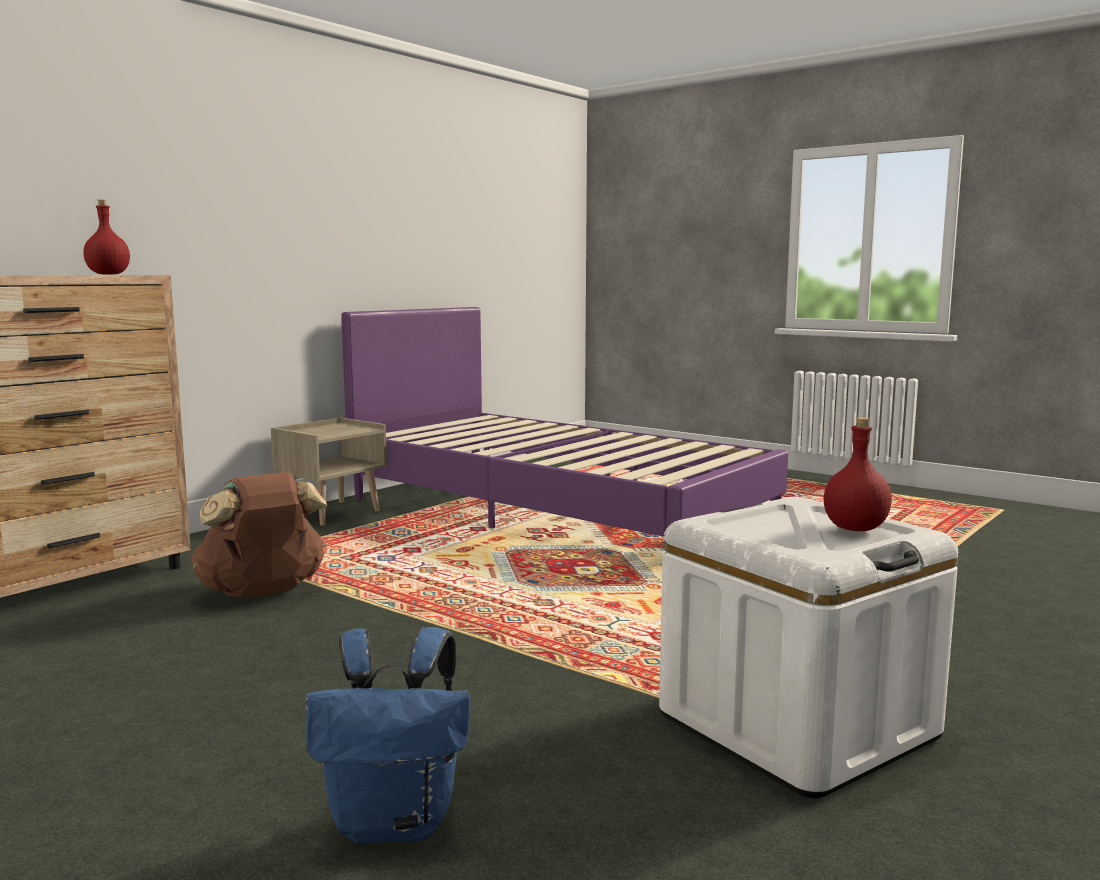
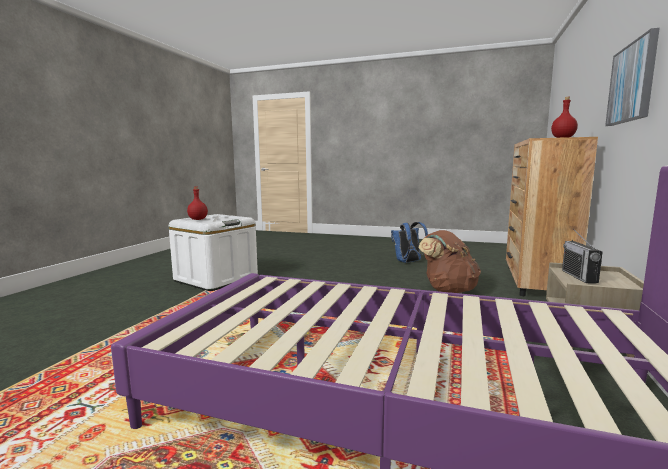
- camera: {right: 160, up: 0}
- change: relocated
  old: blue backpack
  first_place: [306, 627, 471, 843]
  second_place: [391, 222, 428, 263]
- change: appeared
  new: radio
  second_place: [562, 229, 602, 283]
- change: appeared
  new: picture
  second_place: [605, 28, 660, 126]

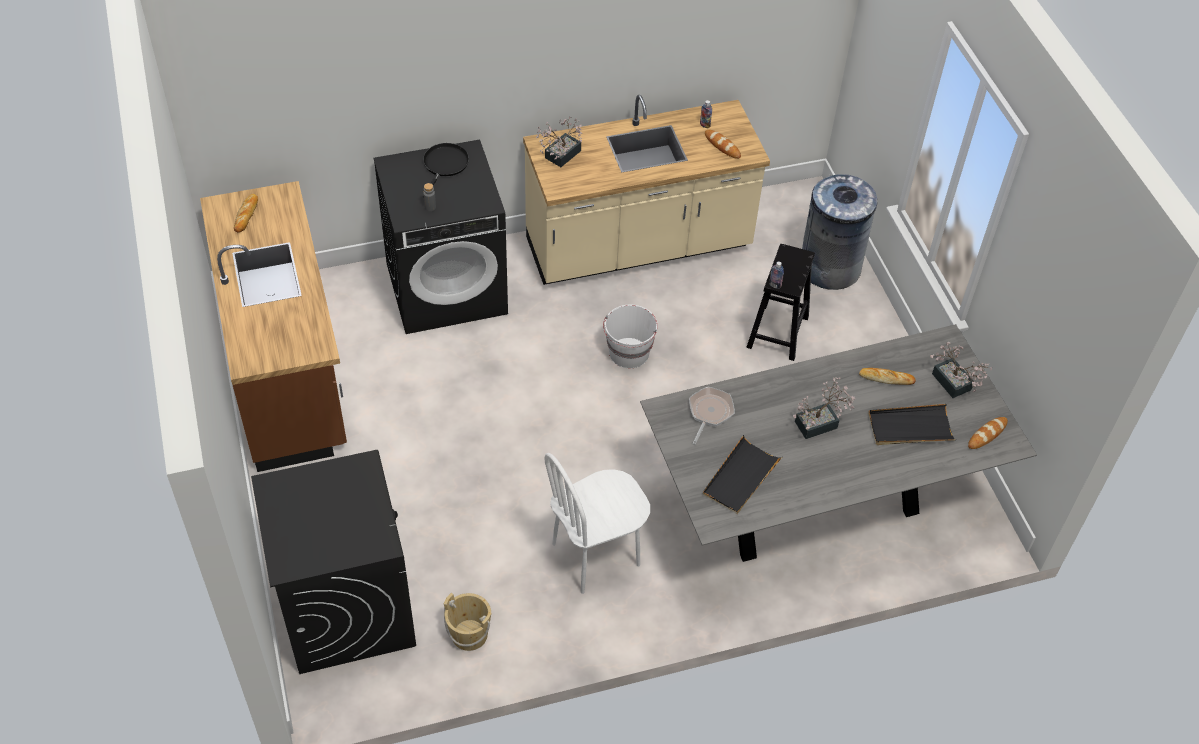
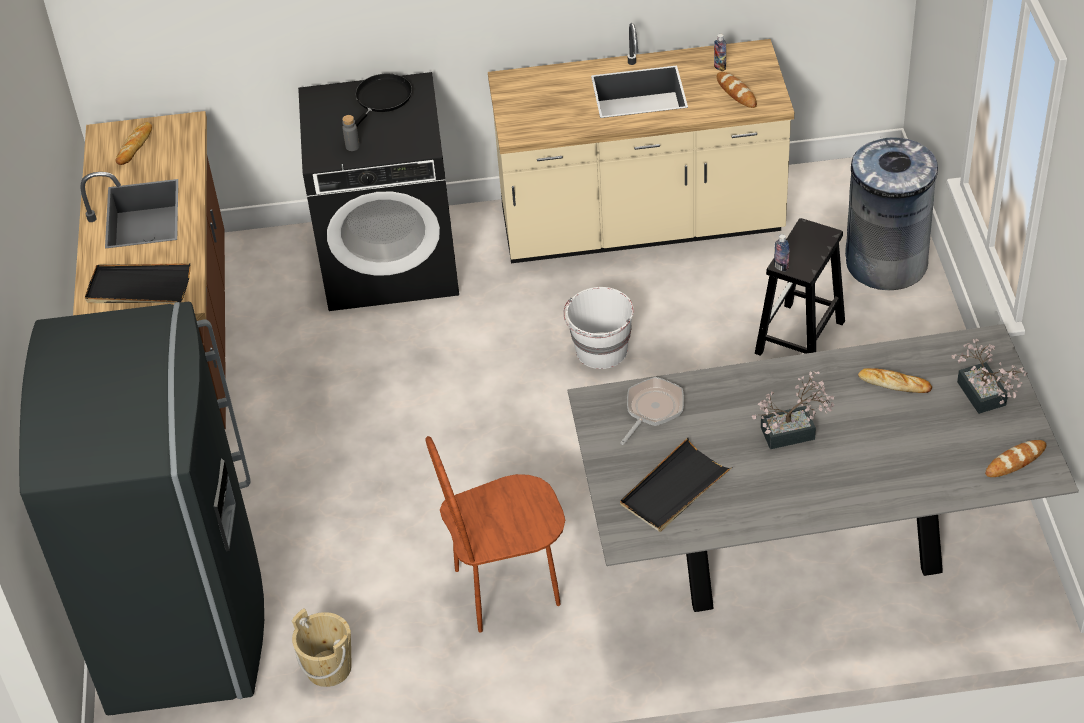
- camera: {right: 15, up: -5}
- change: exchanged
  old: black washing machine
  new: grey fridge
  first_place: [251, 450, 416, 674]
  second_place: [19, 302, 264, 715]
- change: relocated
  old: black tray
  first_place: [868, 404, 956, 445]
  second_place: [85, 263, 191, 303]
- change: colour
  old: white chair
  new: brown chair
  first_place: [544, 453, 650, 594]
  second_place: [425, 436, 565, 633]
- change: missing
  old: potted plant
  first_place: [536, 117, 582, 167]

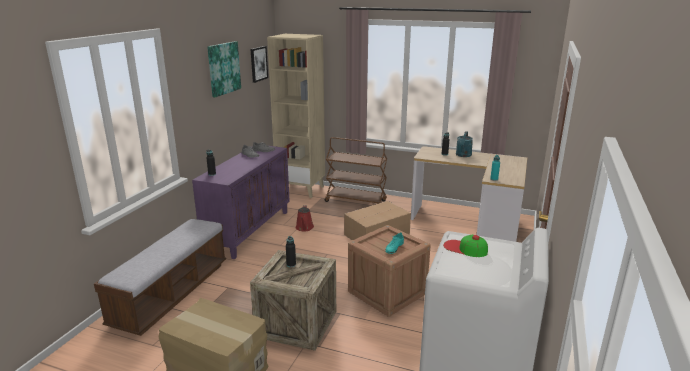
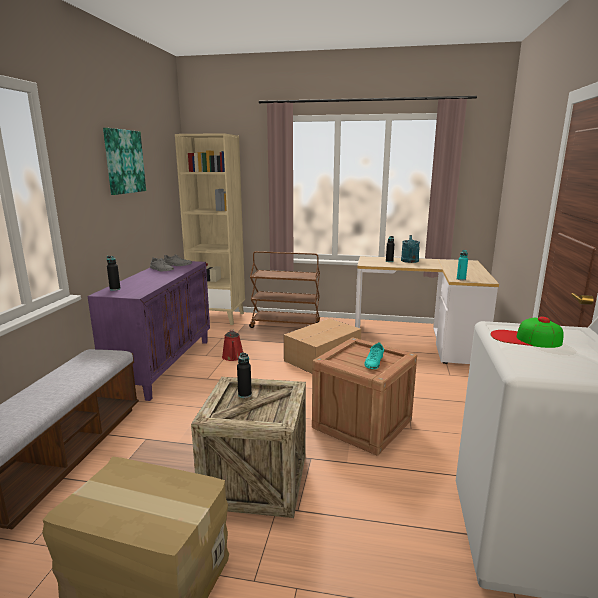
- camera: {right: -10, up: -5}
- change: missing
  old: picture
  first_place: [251, 46, 268, 83]

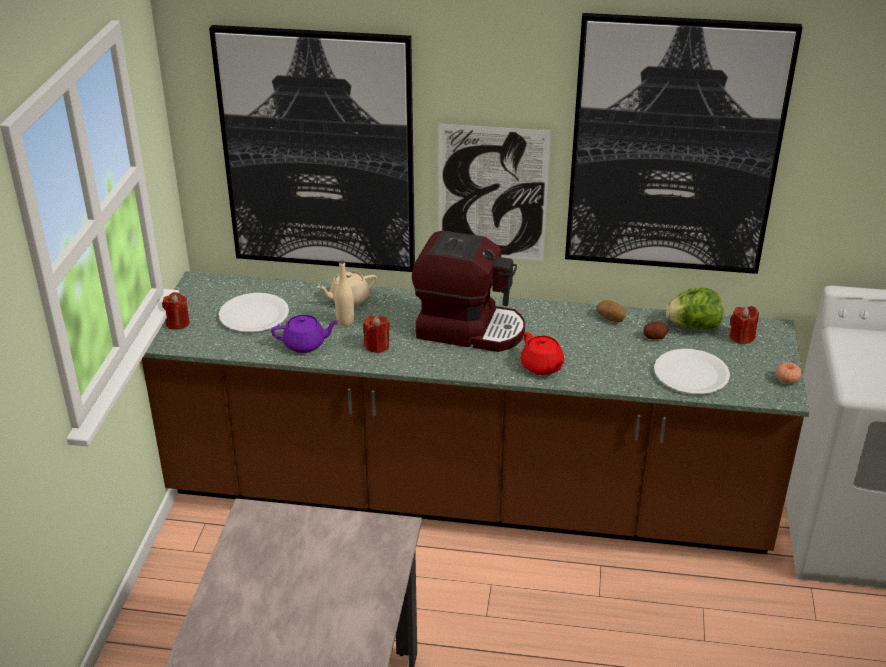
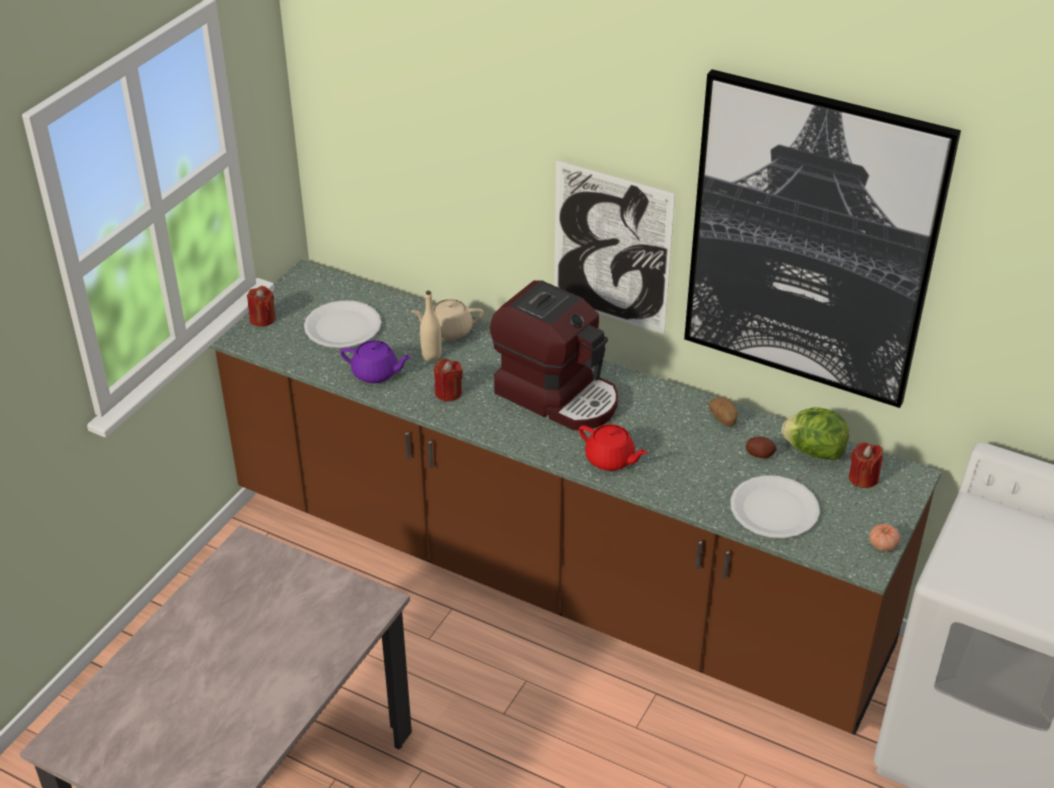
- camera: {right: 20, up: 5}
- change: spun
  old: red teapot
  first_place: [521, 332, 565, 375]
  second_place: [579, 424, 648, 471]
  degrees: -45
- change: missing
  old: picture
  first_place: [209, 25, 415, 272]

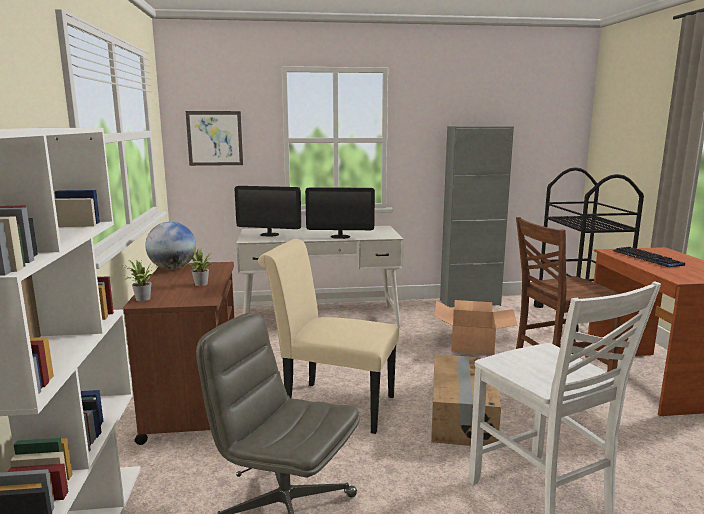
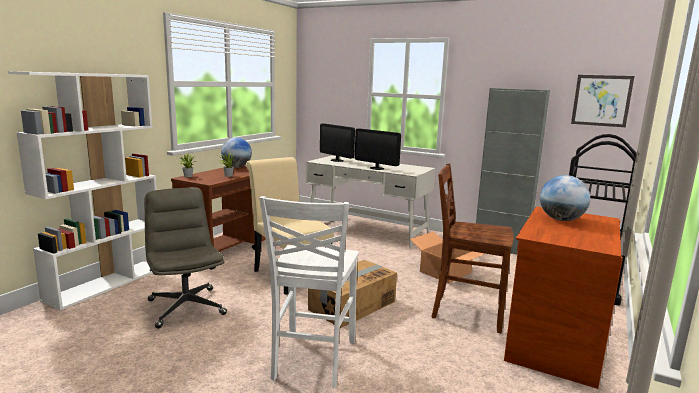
- camera: {right: 35, up: 0}
- change: exchanged
  old: keyboard
  new: globe
  first_place: [613, 247, 685, 267]
  second_place: [540, 175, 590, 221]
- change: relocated
  old: picture
  first_place: [186, 111, 243, 166]
  second_place: [571, 75, 634, 127]

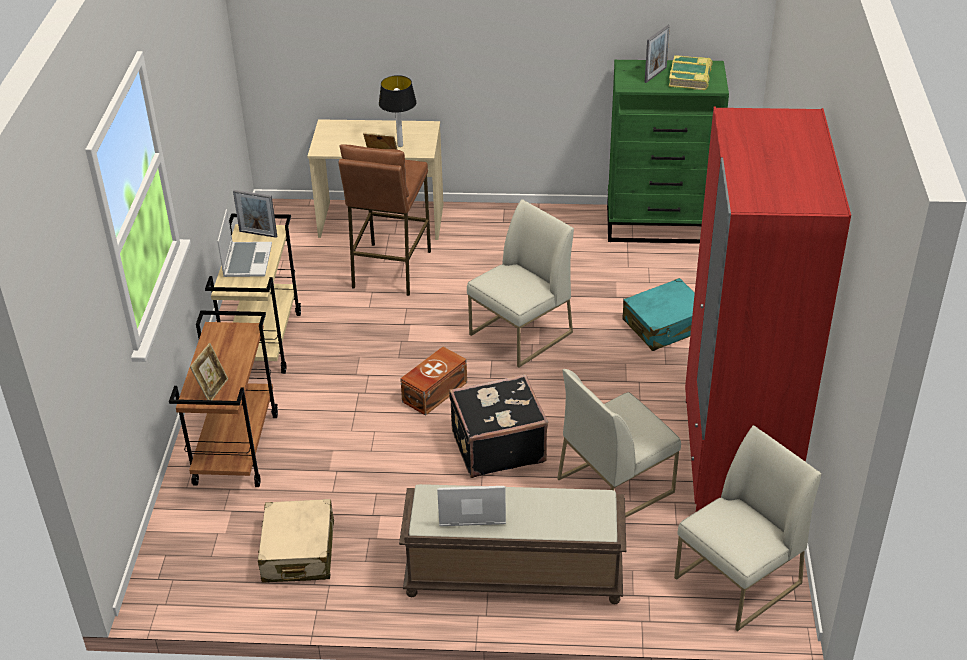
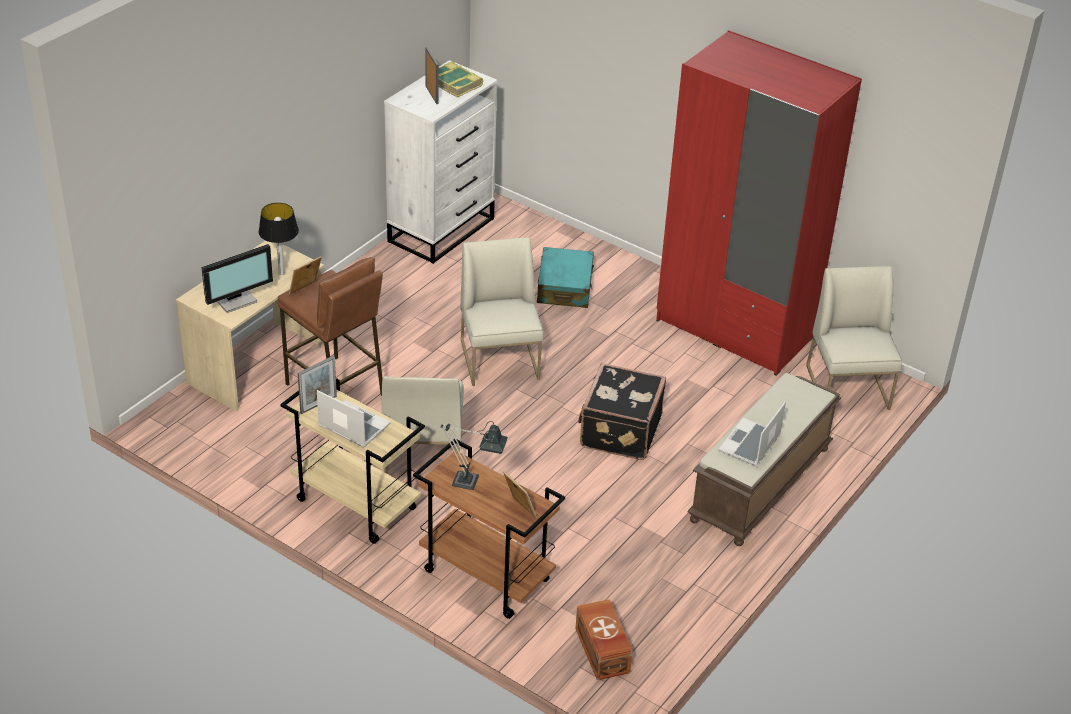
- camera: {right: -60, up: 0}
- change: appeared
  new: monitor
  second_place: [202, 244, 273, 313]
- change: relocated
  old: white chair
  first_place: [557, 369, 681, 518]
  second_place: [382, 376, 464, 474]
- change: colour
  old: green dresser
  new: white dresser
  first_place: [607, 60, 729, 244]
  second_place: [384, 60, 497, 264]
- change: appeared
  new: table lamp
  second_place: [441, 421, 508, 490]
- change: relocated
  old: brown storage box
  first_place: [400, 347, 467, 416]
  second_place: [575, 599, 633, 680]
- change: missing
  old: beige suitcase
  first_place: [258, 499, 334, 582]

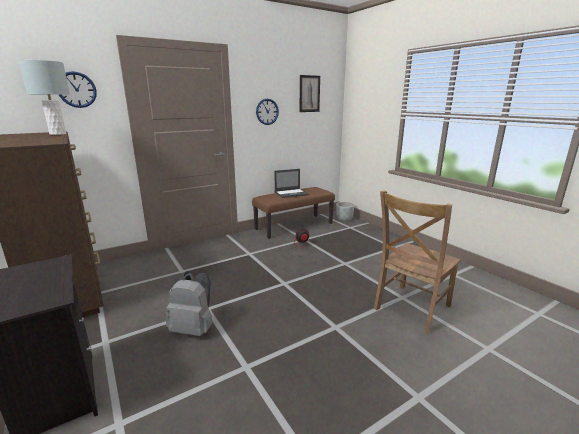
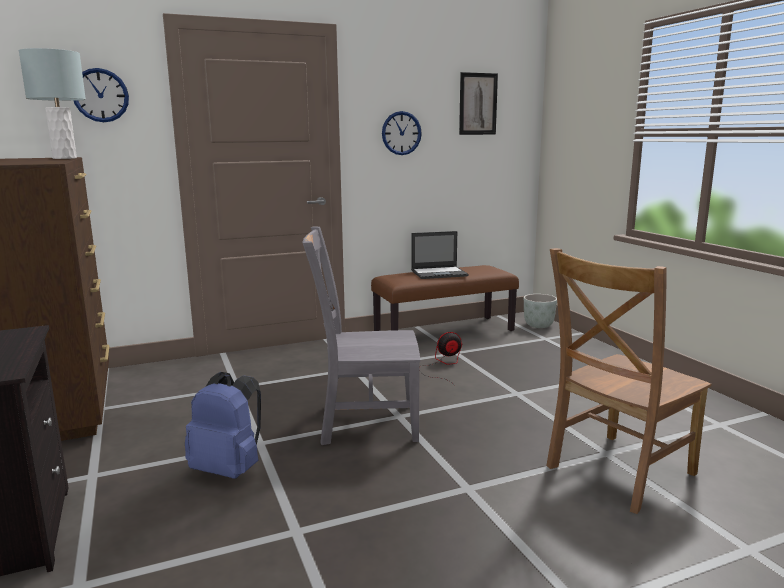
- camera: {right: 10, up: -5}
- change: colour
  old: grey backpack
  new: blue backpack
  first_place: [165, 272, 213, 336]
  second_place: [185, 372, 261, 479]
- change: appeared
  new: grey chair
  second_place: [302, 226, 420, 445]

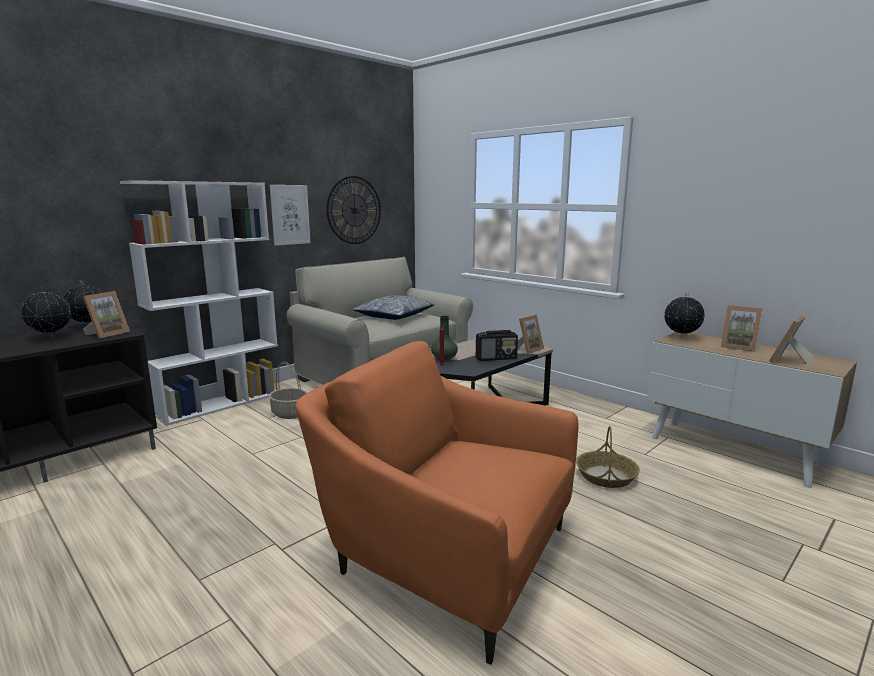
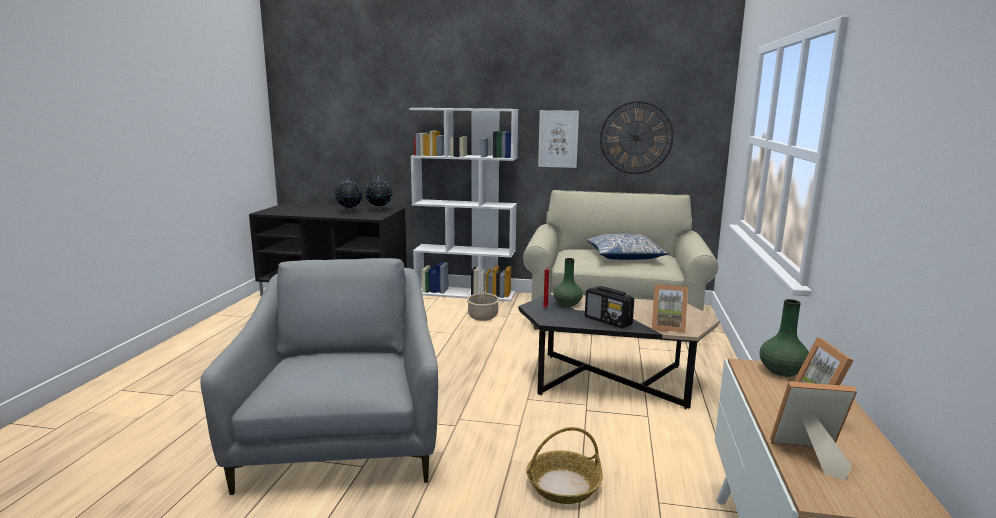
- camera: {right: 55, up: 0}
- change: colour
  old: orange armchair
  new: grey armchair
  first_place: [296, 341, 578, 665]
  second_place: [200, 258, 438, 495]
- change: exchanged
  old: globe
  new: green vase
  first_place: [664, 293, 705, 337]
  second_place: [760, 299, 809, 377]
- change: missing
  old: picture frame
  first_place: [83, 291, 130, 339]

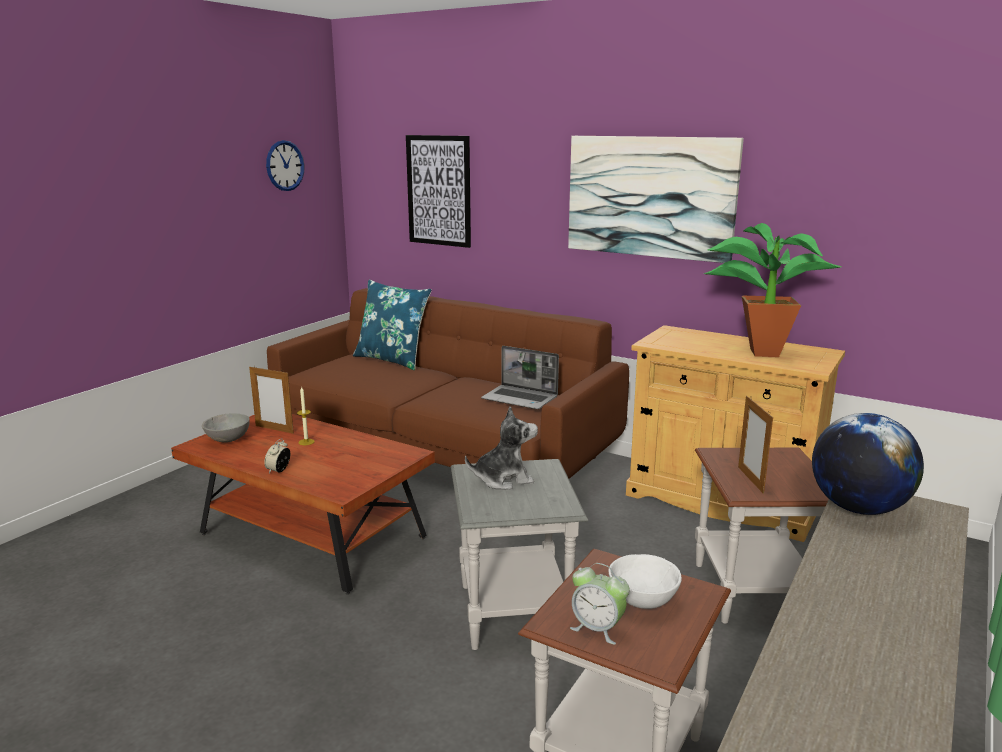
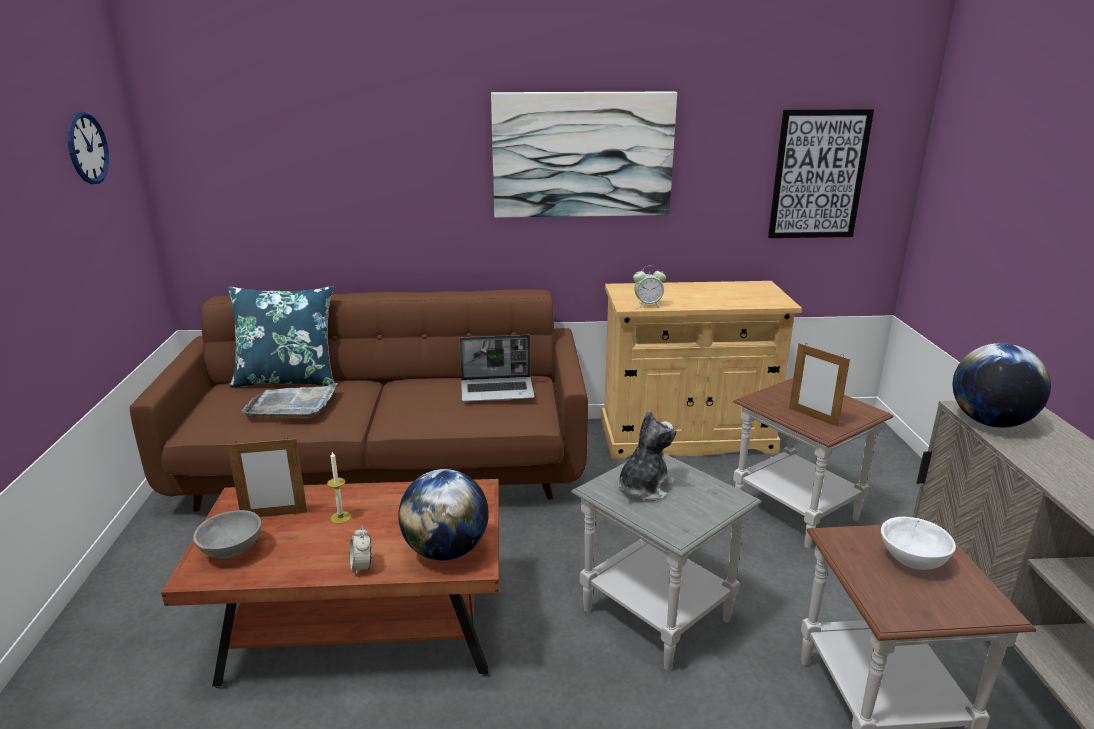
- camera: {right: -35, up: 5}
- change: appeared
  new: grey tray
  second_place: [242, 383, 338, 418]
- change: appeared
  new: globe
  second_place: [398, 469, 489, 560]
- change: relocated
  old: alarm clock
  first_place: [570, 563, 629, 645]
  second_place: [633, 266, 666, 308]
- change: relocated
  old: picture
  first_place: [406, 135, 471, 248]
  second_place: [768, 109, 874, 238]
- change: missing
  old: potted plant
  first_place: [703, 223, 842, 357]

